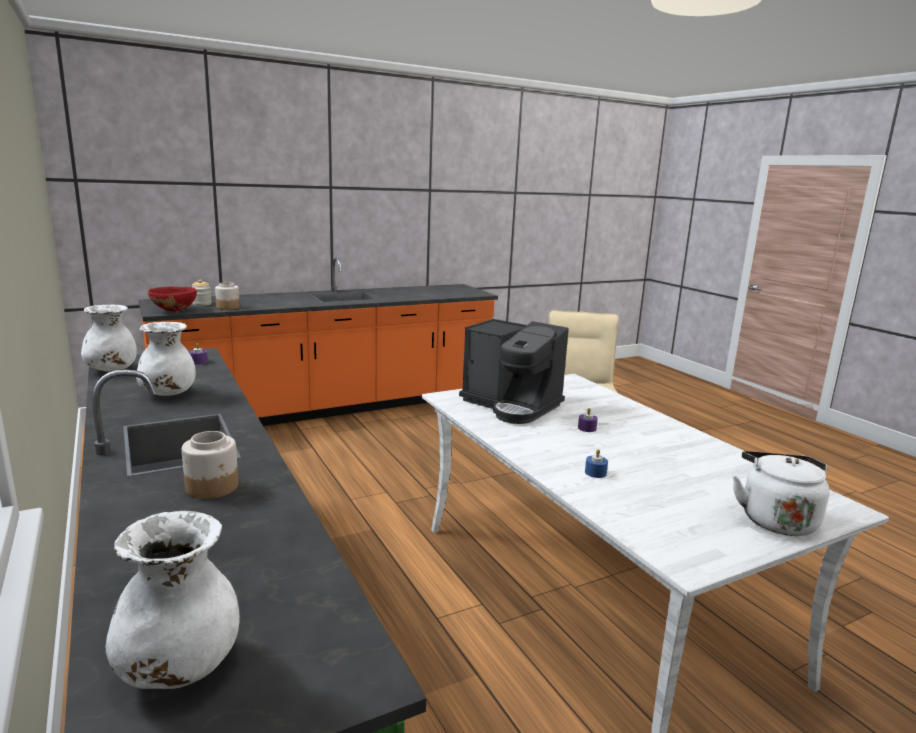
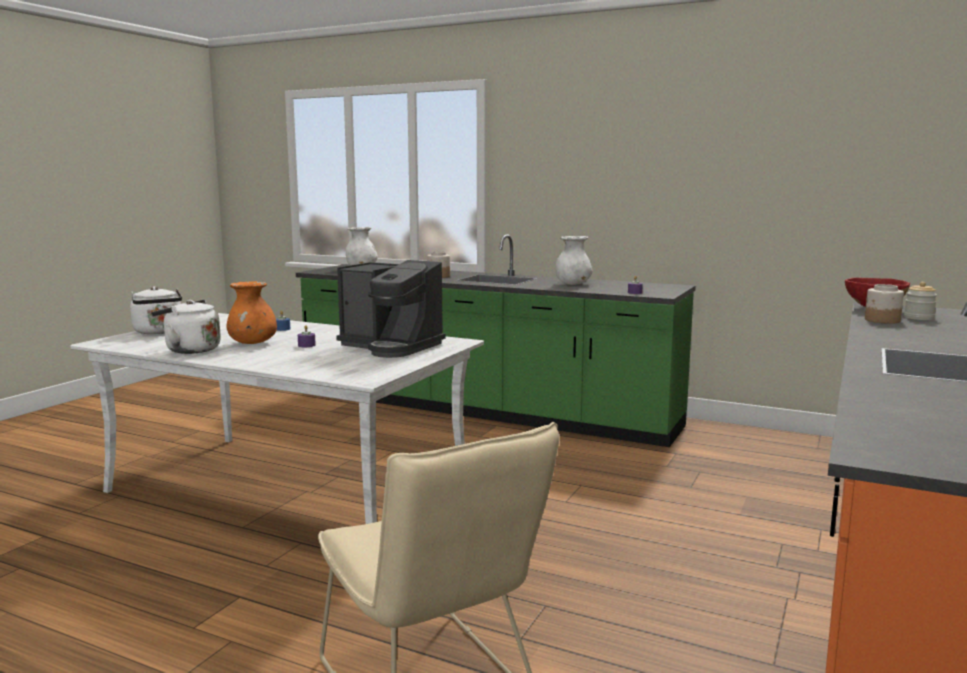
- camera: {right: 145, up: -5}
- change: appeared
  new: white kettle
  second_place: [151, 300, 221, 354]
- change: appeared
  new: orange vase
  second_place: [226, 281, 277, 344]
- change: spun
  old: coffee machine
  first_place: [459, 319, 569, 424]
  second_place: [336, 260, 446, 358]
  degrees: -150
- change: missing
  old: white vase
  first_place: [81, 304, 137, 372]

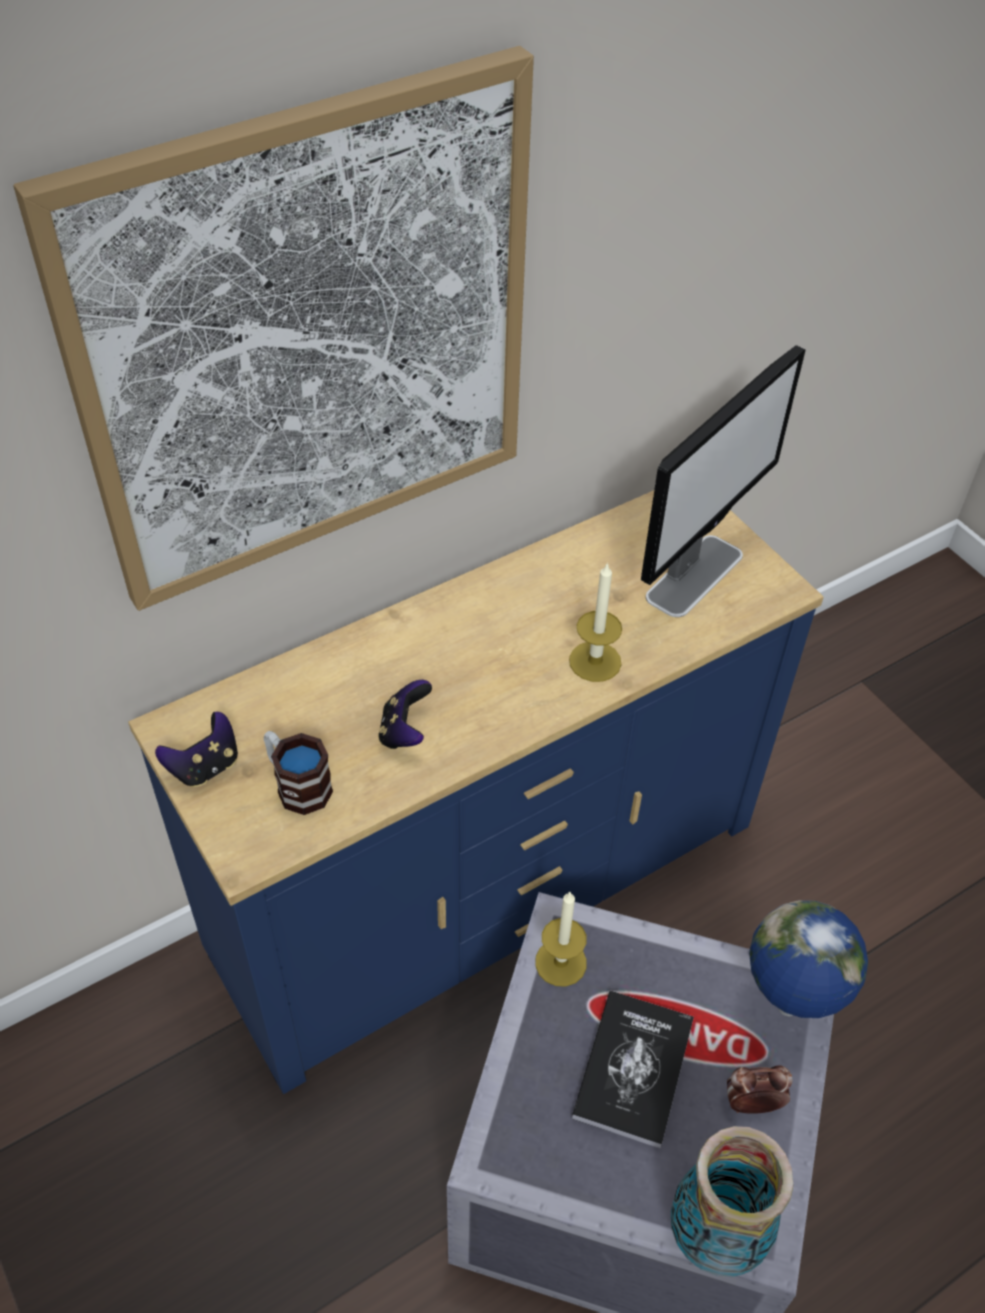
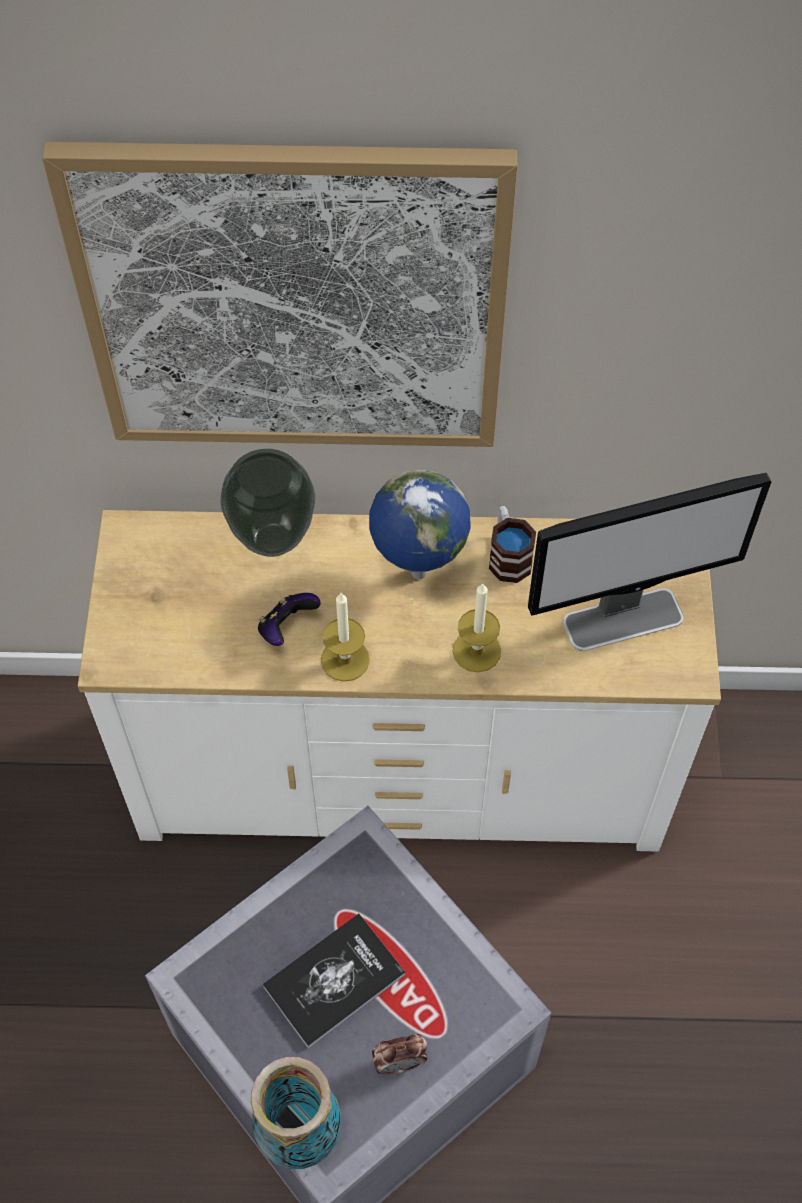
- camera: {right: 35, up: 10}
- change: colour
  old: blue dresser
  new: white dresser
  first_place: [128, 490, 824, 1094]
  second_place: [78, 510, 721, 852]
- change: appeared
  new: vase
  second_place: [220, 449, 315, 557]
- change: relocated
  old: candle
  first_place: [535, 891, 587, 987]
  second_place: [321, 593, 370, 682]
- change: relocated
  old: globe
  first_place: [749, 900, 868, 1018]
  second_place: [369, 470, 471, 580]
- change: spun
  old: alarm clock
  first_place: [727, 1065, 793, 1114]
  second_place: [372, 1034, 427, 1075]
  degrees: 135
- change: relocated
  old: mug
  first_place: [264, 731, 333, 815]
  second_place: [489, 506, 536, 583]
- change: missing
  old: game controller
  first_place: [155, 712, 238, 787]

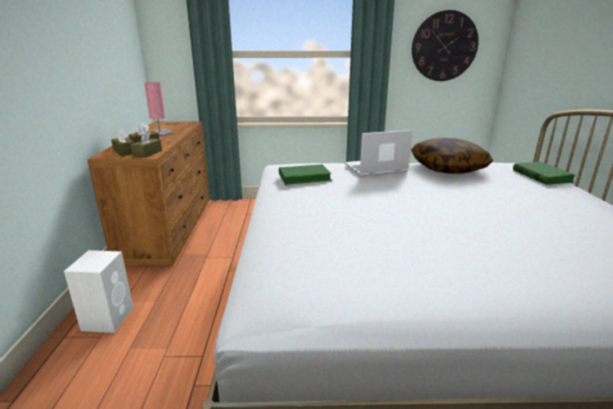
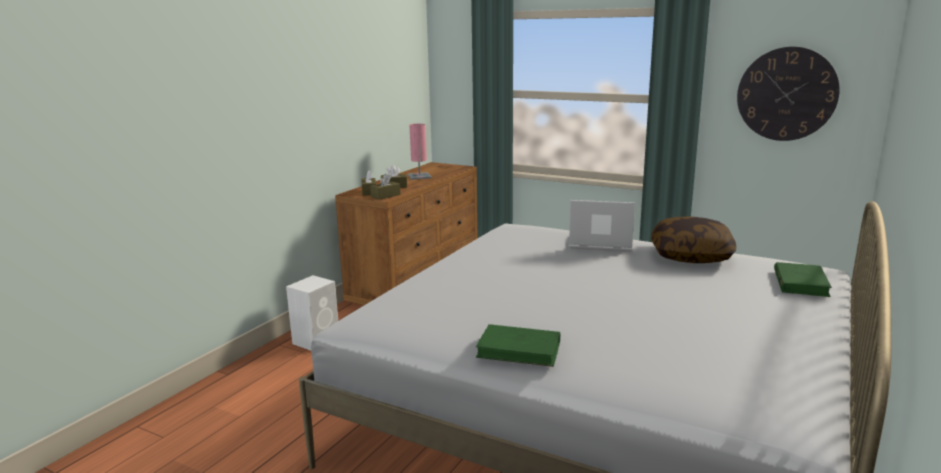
- camera: {right: 30, up: -5}
- change: relocated
  old: green book
  first_place: [279, 164, 332, 185]
  second_place: [476, 324, 560, 367]

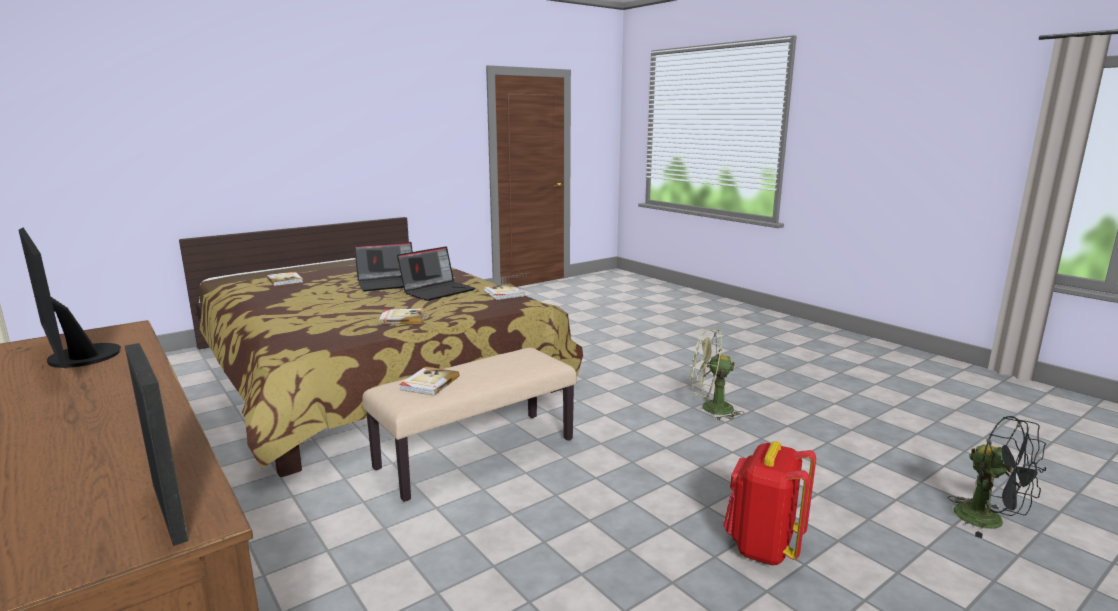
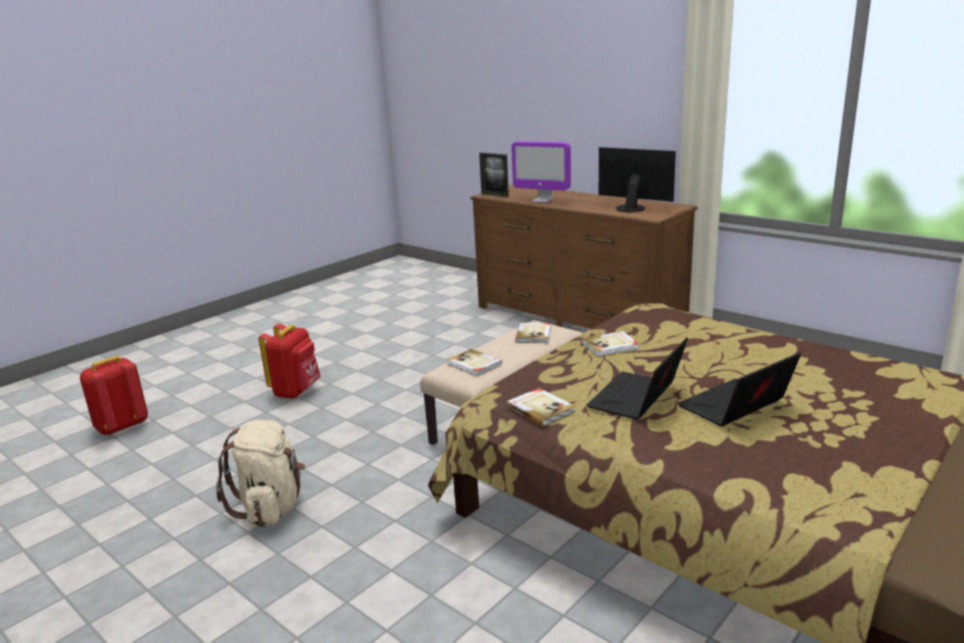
- camera: {right: 170, up: 5}
- change: exchanged
  old: black fan
  new: red backpack
  first_place: [948, 416, 1047, 538]
  second_place: [80, 356, 148, 435]
- change: exchanged
  old: green fan
  new: beige backpack
  first_place: [690, 329, 744, 420]
  second_place: [216, 420, 305, 527]
- change: relocated
  old: book
  first_place: [267, 272, 303, 286]
  second_place: [447, 349, 502, 376]
- change: appeared
  new: monitor
  second_place: [512, 141, 571, 203]

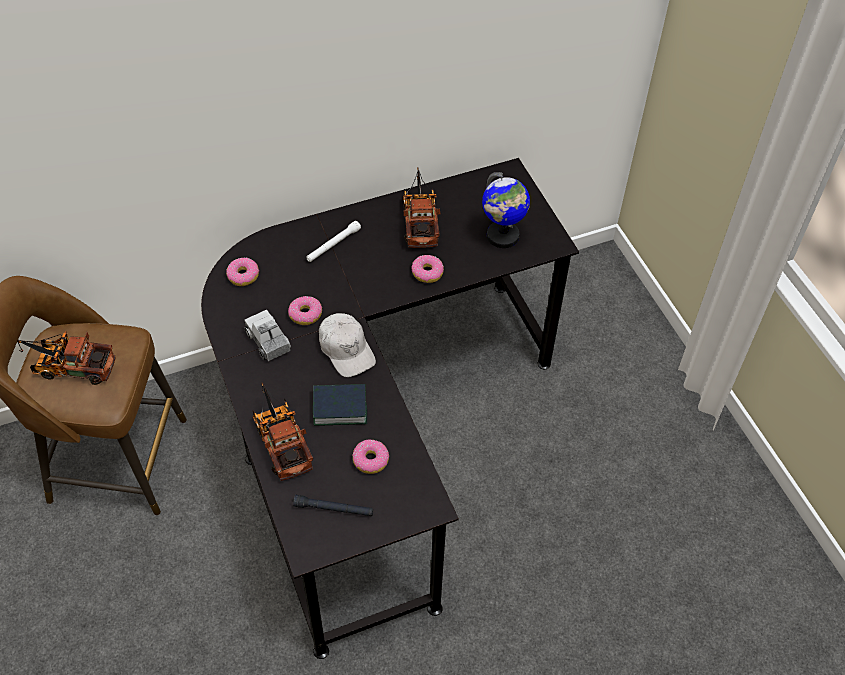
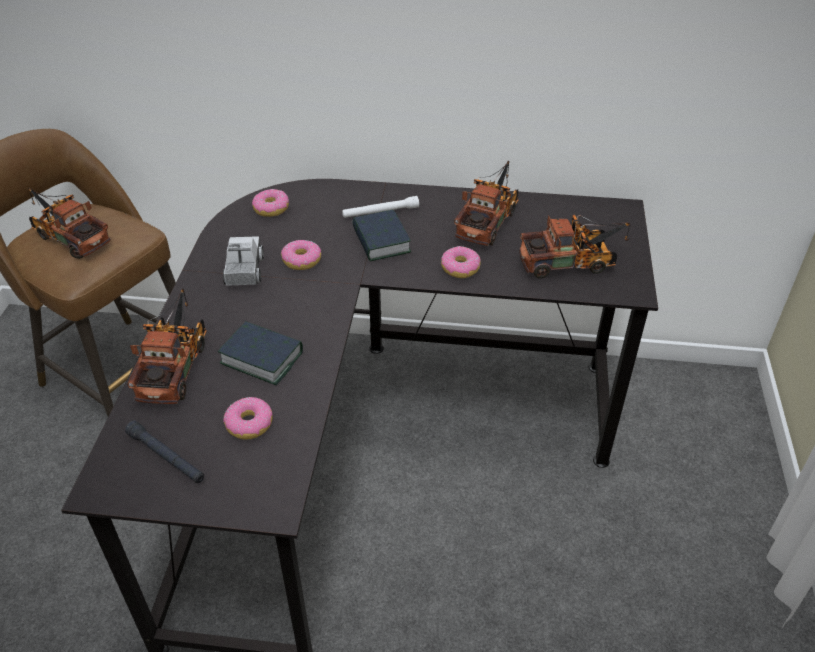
- camera: {right: 30, up: -10}
- change: appeared
  new: book
  second_place: [352, 210, 411, 261]
- change: exchanged
  old: globe
  new: toy truck
  first_place: [482, 172, 530, 248]
  second_place: [519, 214, 630, 278]
- change: missing
  old: white cap
  first_place: [319, 313, 376, 377]

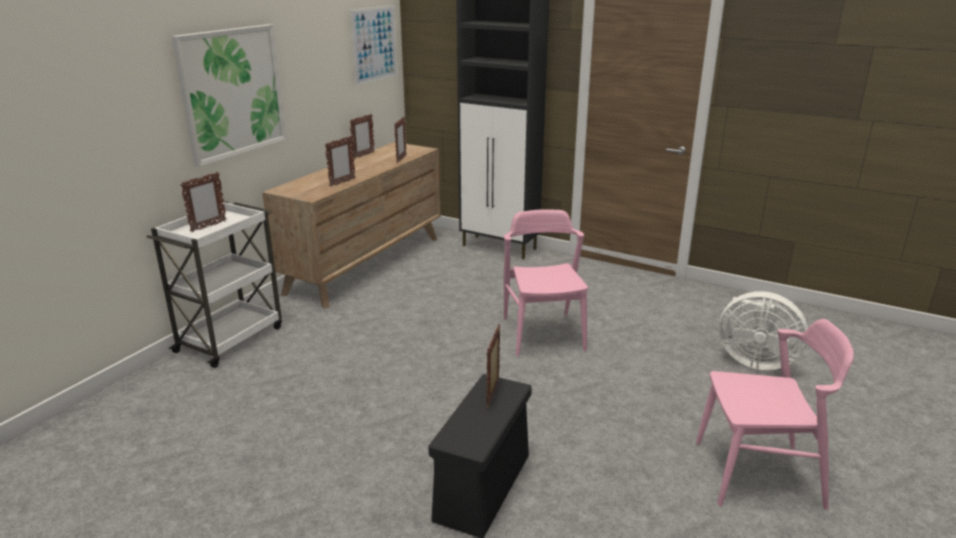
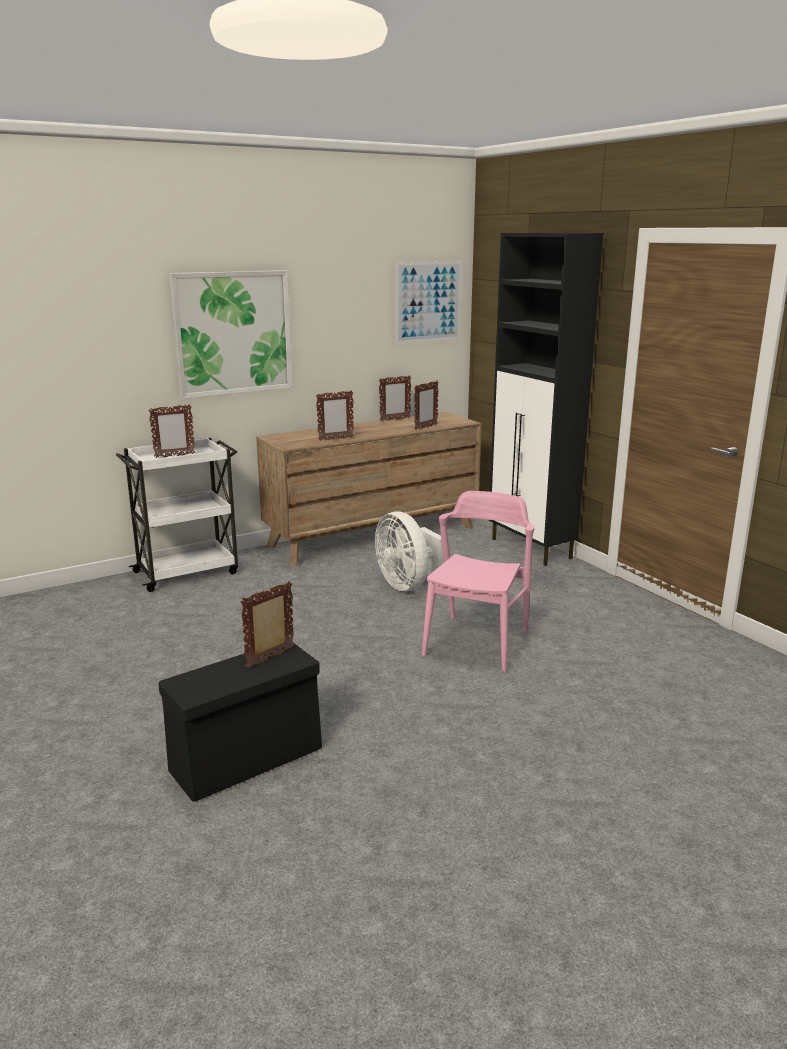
- camera: {right: 30, up: -5}
- change: relocated
  old: white fan
  first_place: [719, 291, 808, 370]
  second_place: [375, 511, 444, 591]
- change: missing
  old: pink chair
  first_place: [696, 319, 854, 510]

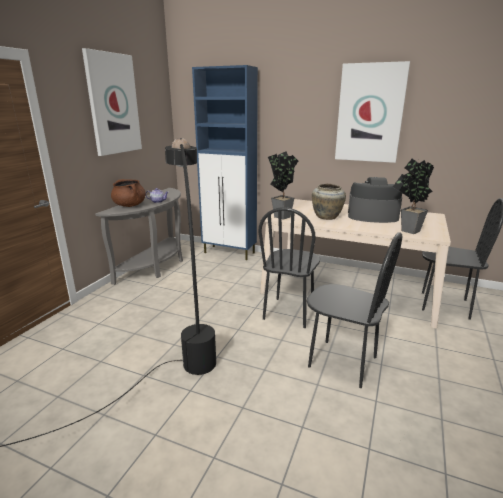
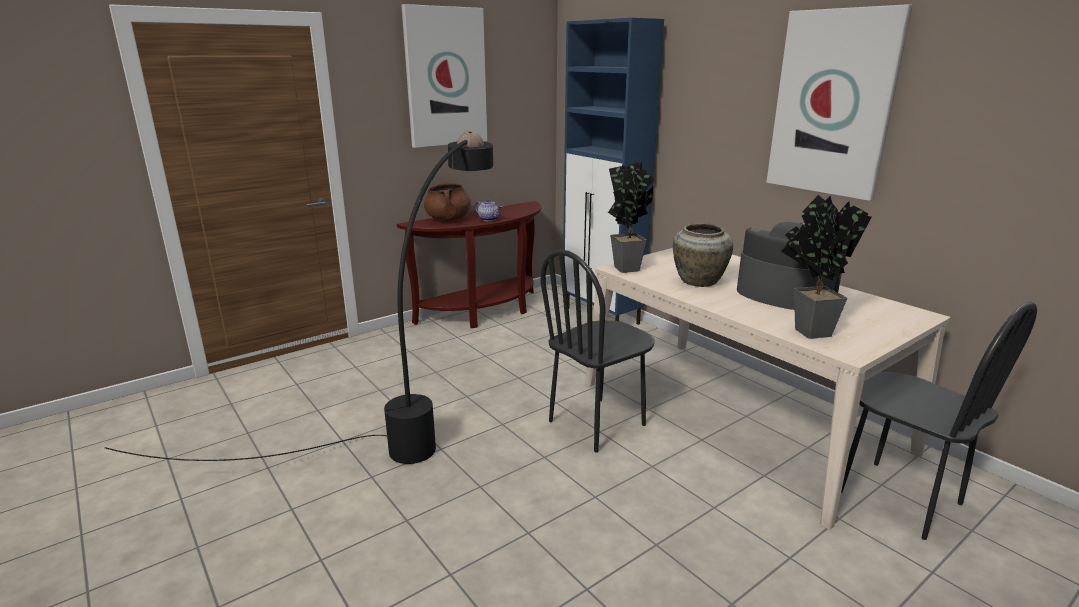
- camera: {right: 30, up: 0}
- change: colour
  old: grey console table
  new: brown console table
  first_place: [95, 188, 183, 285]
  second_place: [397, 201, 541, 328]
- change: missing
  old: black chair
  first_place: [307, 232, 402, 388]

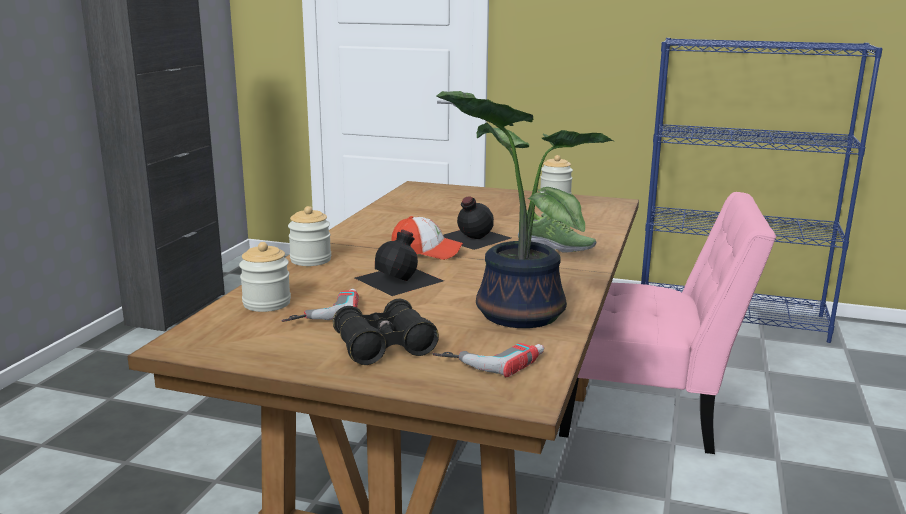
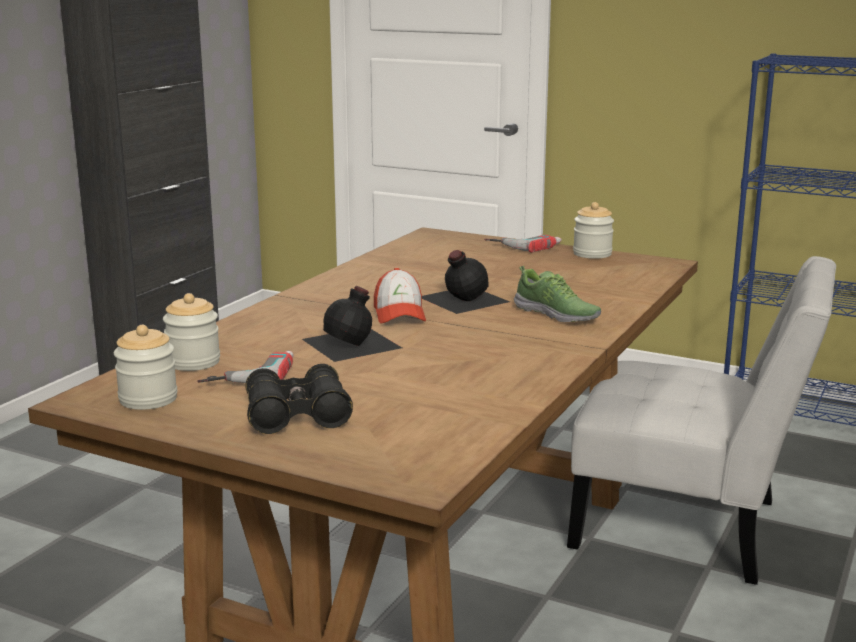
- camera: {right: 10, up: 0}
- change: relocated
  old: jar
  first_place: [288, 206, 331, 266]
  second_place: [114, 325, 178, 410]
- change: spun
  old: cap
  first_place: [391, 216, 463, 260]
  second_place: [374, 268, 426, 323]
  degrees: 60
- change: relocated
  old: power drill
  first_place: [432, 343, 544, 377]
  second_place: [484, 235, 562, 253]
- change: colour
  old: pink chair
  new: white chair
  first_place: [559, 192, 776, 454]
  second_place: [567, 256, 836, 585]
- change: missing
  old: potted plant
  first_place: [436, 91, 613, 328]

